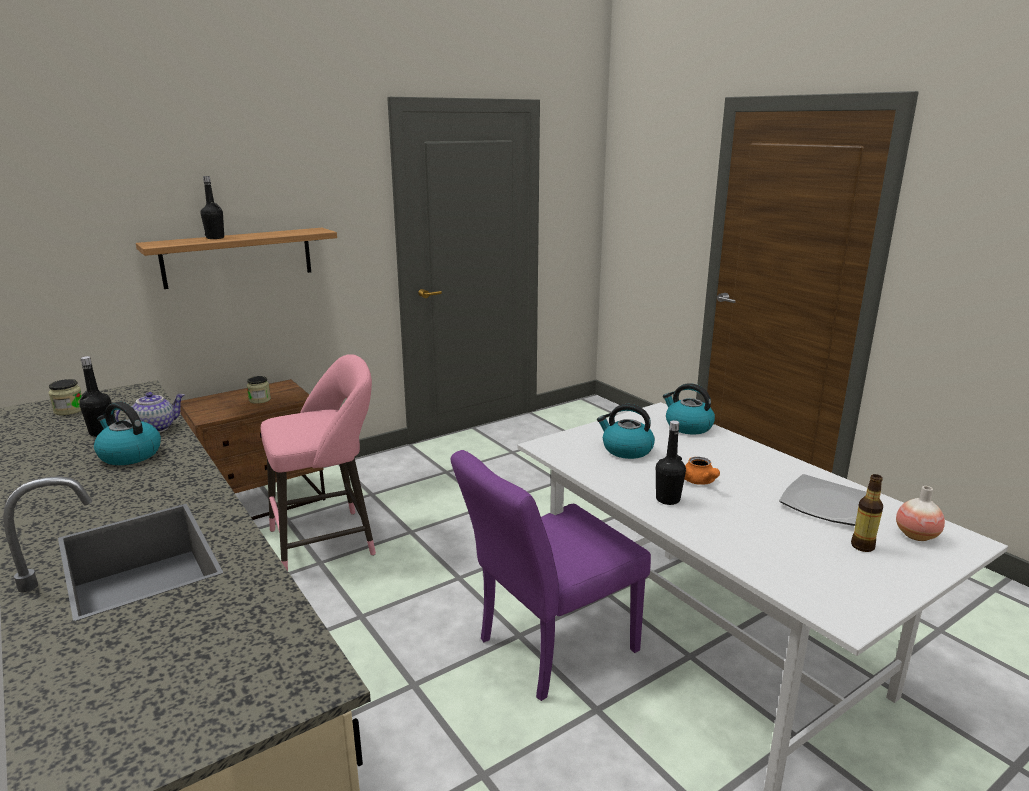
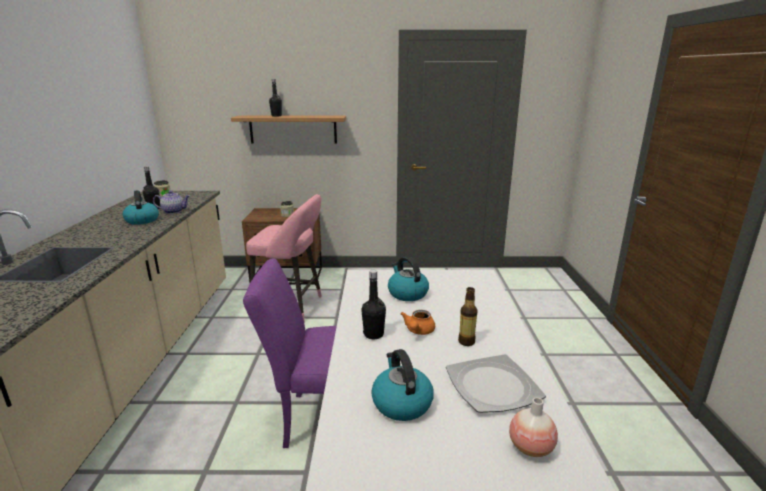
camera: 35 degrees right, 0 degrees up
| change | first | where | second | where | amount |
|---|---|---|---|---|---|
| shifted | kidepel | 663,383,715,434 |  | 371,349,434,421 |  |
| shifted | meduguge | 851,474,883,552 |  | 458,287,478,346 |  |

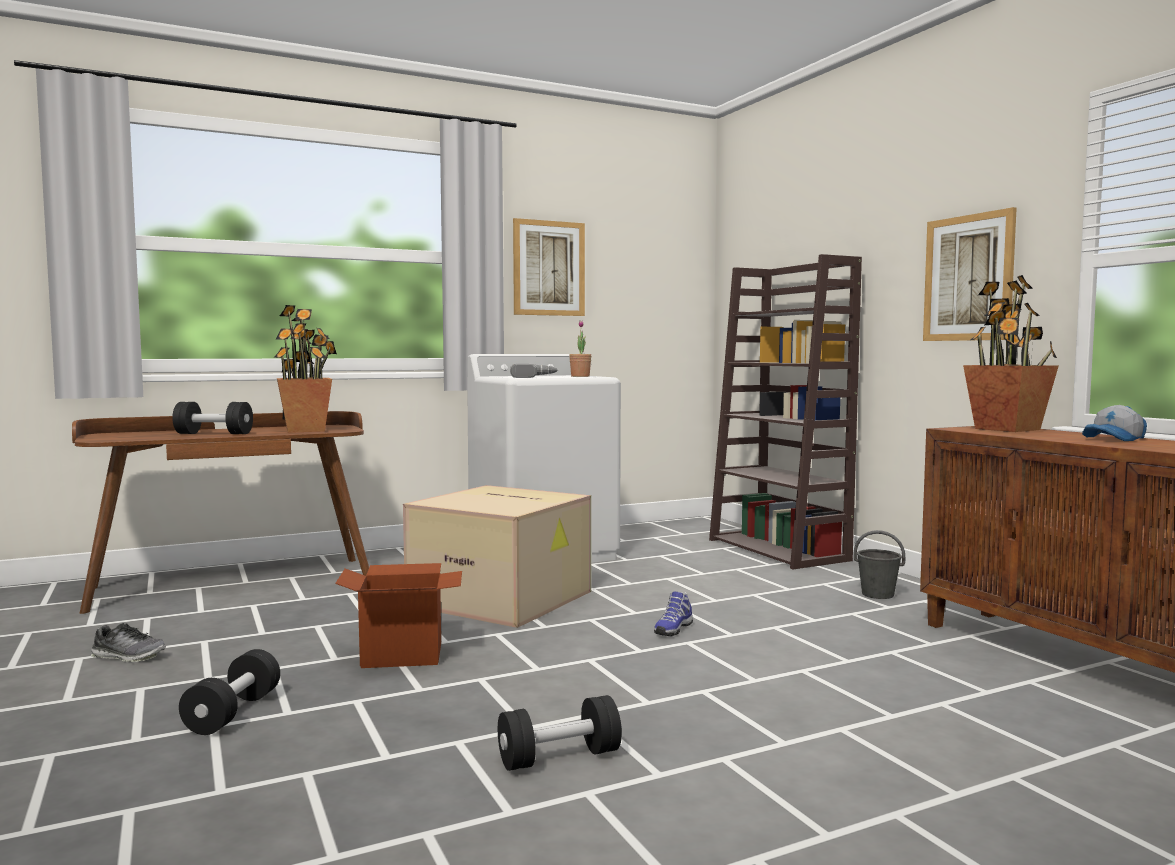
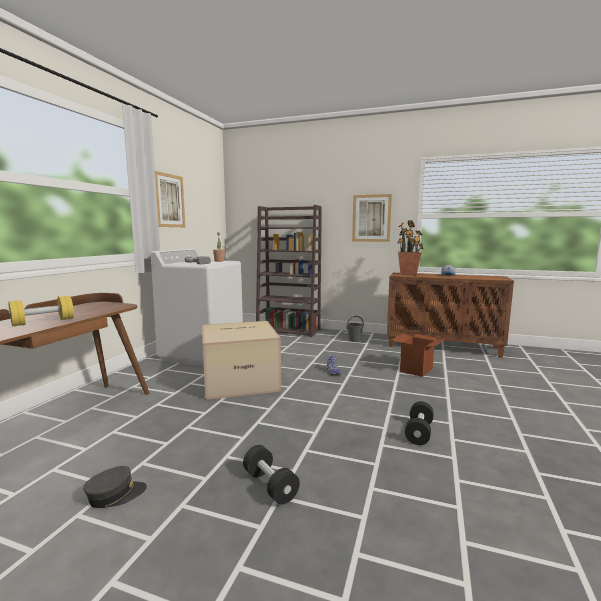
camera: 45 degrees left, 5 degrees up
| change | first | where | second | where | amount |
|---|---|---|---|---|---|
| gone | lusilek | 273,305,337,433 |  |  |  |
| shifted | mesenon | 335,563,462,668 |  | 391,334,445,377 |  |
| swapped | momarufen | 90,623,166,662 | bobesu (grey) | 83,466,147,508 |  |
| repainted | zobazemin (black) | 172,402,253,434 | zobazemin (yellow) | 8,296,74,326 |  |

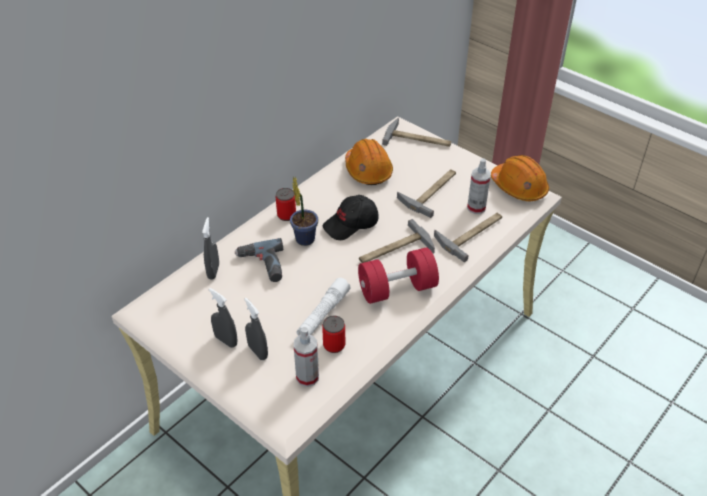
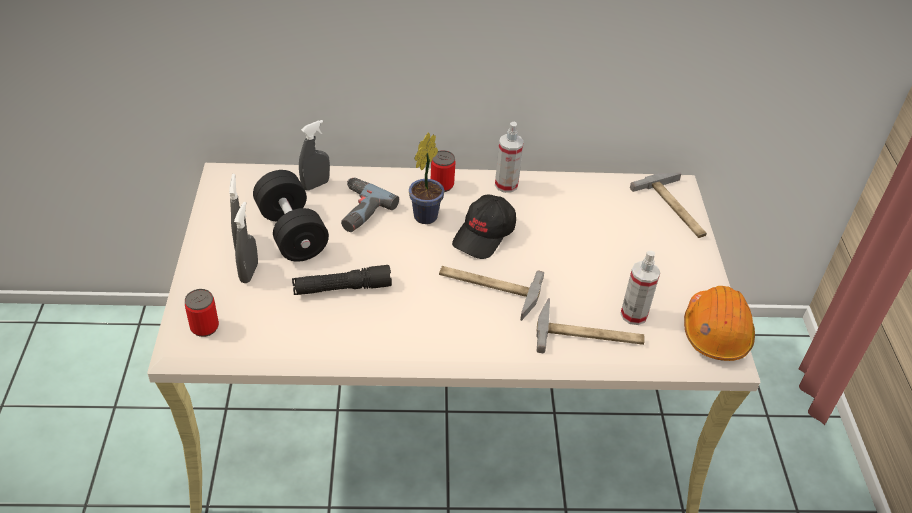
camera: 45 degrees right, 0 degrees up
| change | first | where | second | where | amount |
|---|---|---|---|---|---|
| gone | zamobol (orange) | 345,139,393,185 |  |  |  |
| gone | zobazemin (red) | 358,247,439,304 |  |  |  |
| gone | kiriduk | 397,169,456,218 |  |  |  |
| new |  |  | zobazemin (black) | 253,170,329,262 |  |
| shifted | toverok | 294,327,319,387 |  | 495,122,524,193 |  |
| shifted | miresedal | 322,316,345,353 |  | 185,289,219,337 |  |
| repainted | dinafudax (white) | 296,278,350,336 | dinafudax (black) | 292,265,392,295 |  |
| rotated | bobesu (black) | 323,195,378,240 |  | 452,194,516,259 | 75 degrees counterclockwise |

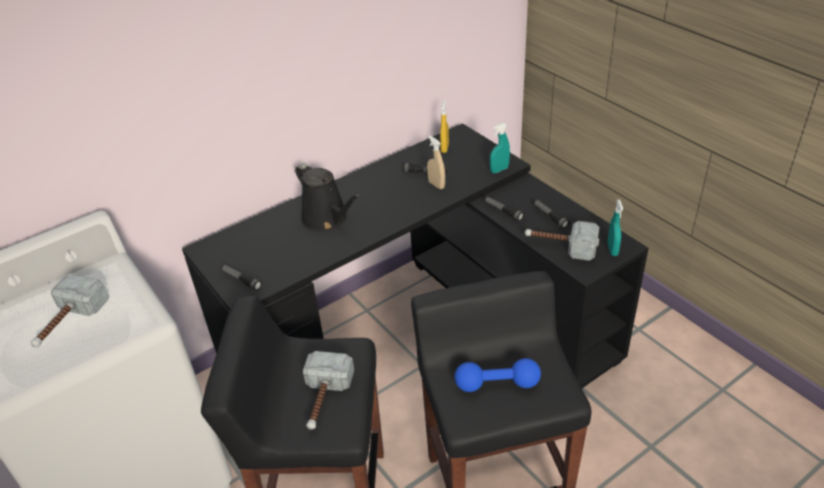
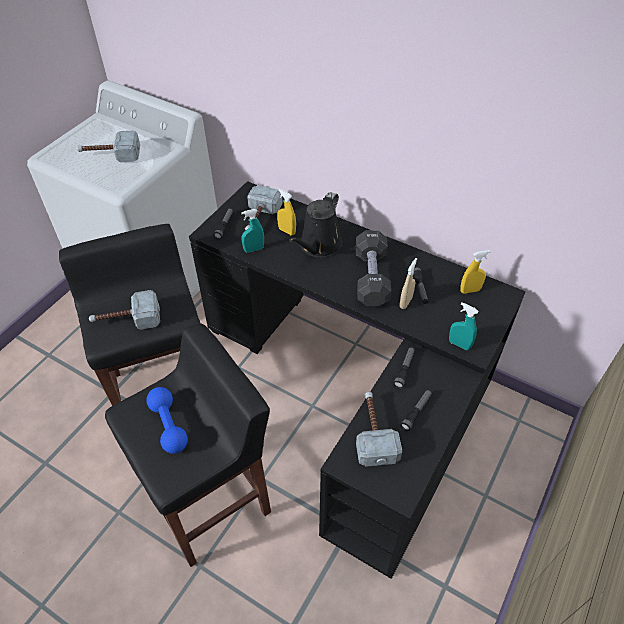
camera: 65 degrees right, 10 degrees up
| change | first | where | second | where | amount |
|---|---|---|---|---|---|
| new |  |  | kiriduk | 245,185,283,230 |  |
| new |  |  | toverok (yellow) | 277,189,296,235 |  |
| new |  |  | zobazemin (black) | 356,230,391,306 |  |
| shifted | toverok (turquoise) | 607,200,623,256 |  | 241,209,264,253 |  |

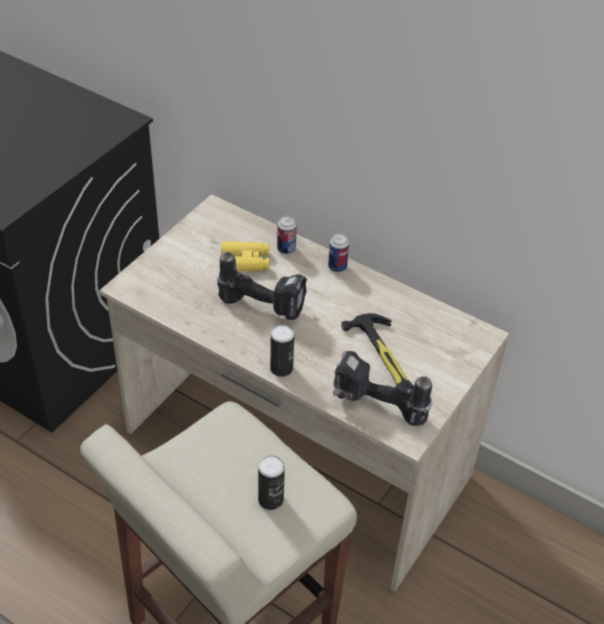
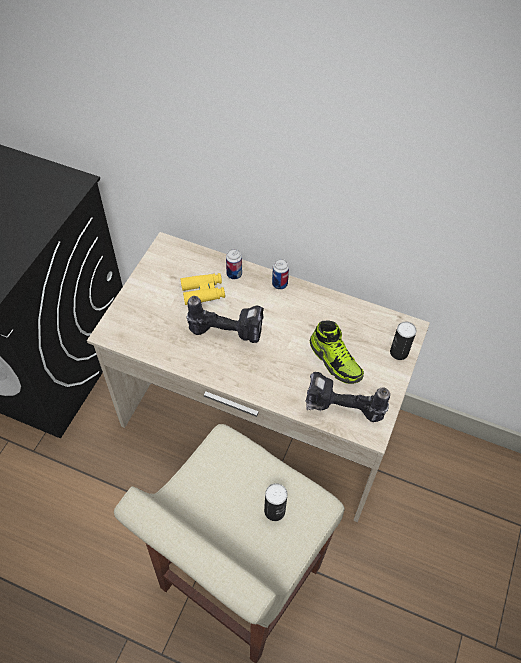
camera: 10 degrees left, 10 degrees up
| change | first | where | second | where | amount |
|---|---|---|---|---|---|
| shifted | miresedal | 270,325,295,377 |  | 390,321,417,360 |  |
| swapped | kiriduk | 341,313,414,389 | momarufen | 310,321,364,384 |  |

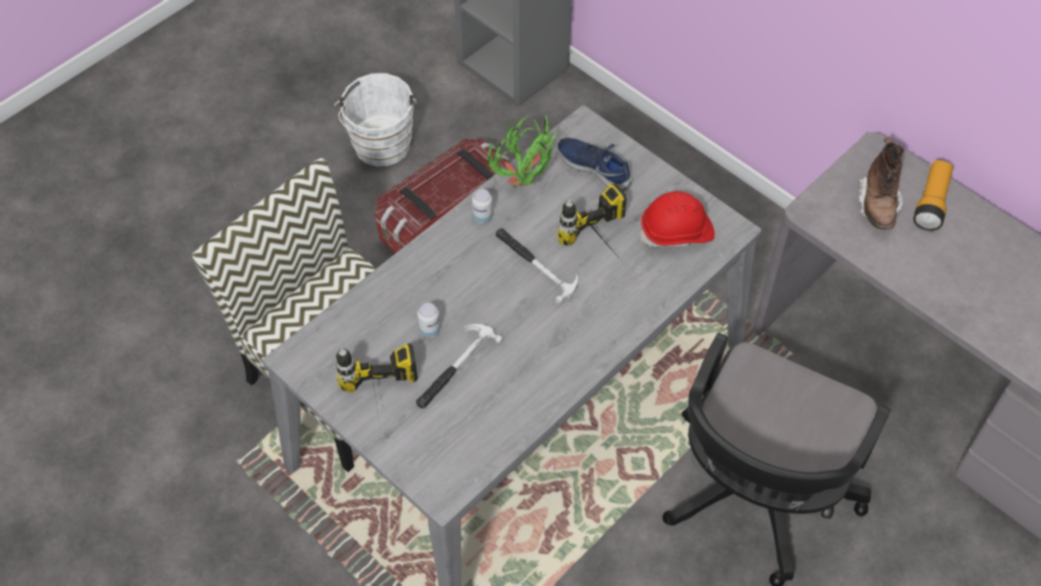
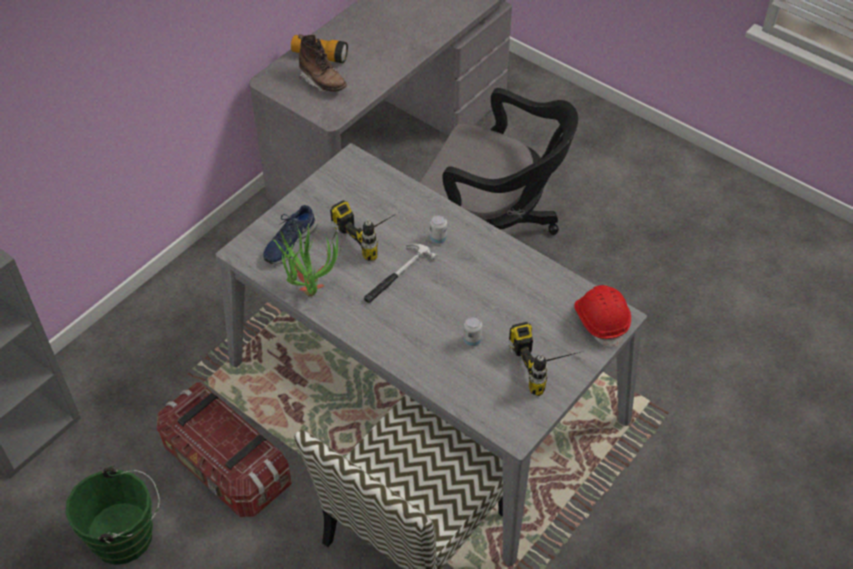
camera: 95 degrees left, 5 degrees down
| change | first | where | second | where | amount |
|---|---|---|---|---|---|
| gone | kiriduk | 416,324,504,409 |  |  |  |
| shifted | miresedal | 472,189,493,223 |  | 430,214,447,244 |  |
| shifted | zamobol (red) | 640,191,715,247 |  | 574,285,631,347 |  |
| repainted | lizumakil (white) | 334,73,416,166 | lizumakil (green) | 65,466,160,565 |  |
| rotated | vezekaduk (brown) | 858,137,904,230 |  | 298,34,347,92 | 45 degrees clockwise |

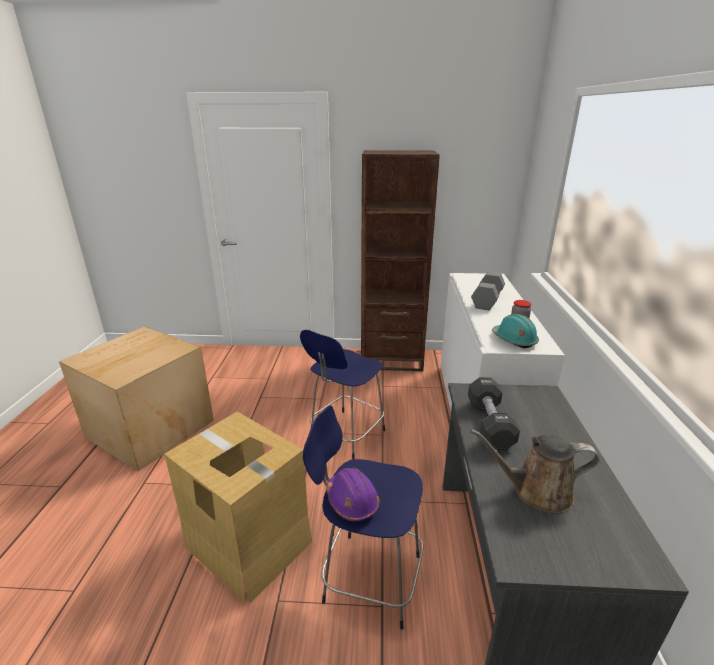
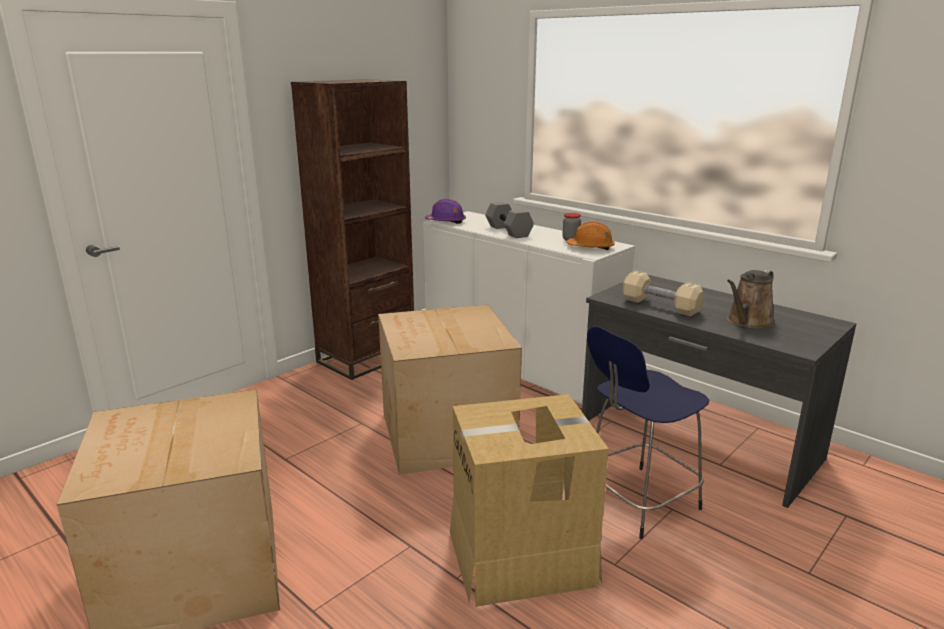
camera: 50 degrees left, 5 degrees down
| change | first | where | second | where | amount |
|---|---|---|---|---|---|
| shifted | zamobol (purple) | 326,468,379,521 |  | 425,199,466,224 |  |
| swapped | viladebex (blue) | 300,330,385,460 | mesenon | 378,304,522,475 |  |
| repainted | zobazemin (black) | 468,378,520,450 | zobazemin (beige) | 623,271,705,316 |  |
| repainted | zamobol (turquoise) | 492,314,539,348 | zamobol (orange) | 566,221,615,250 |  |

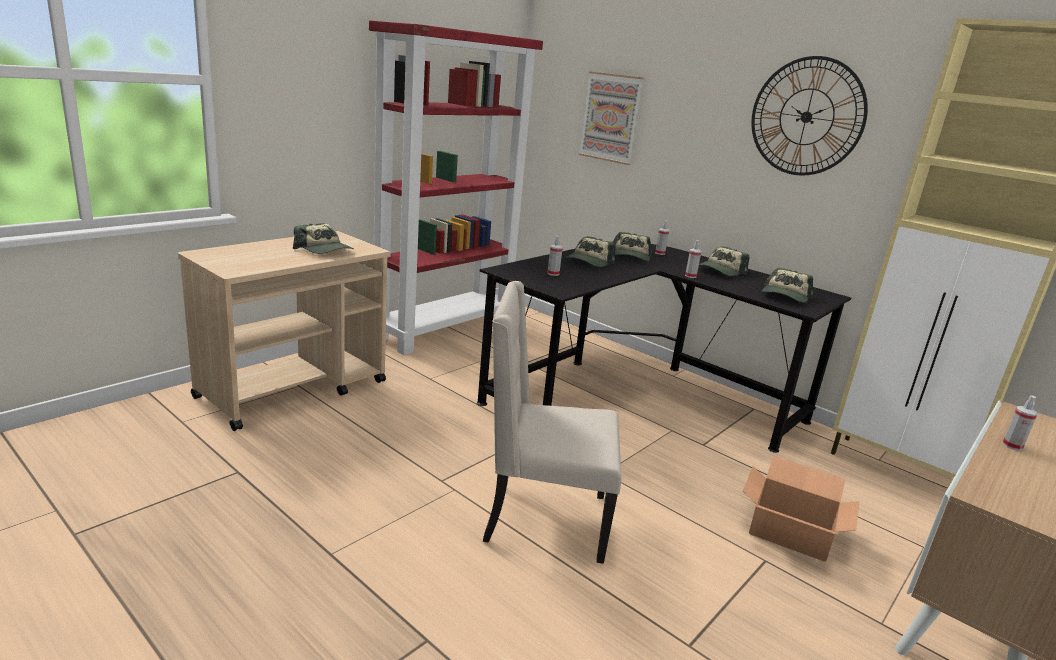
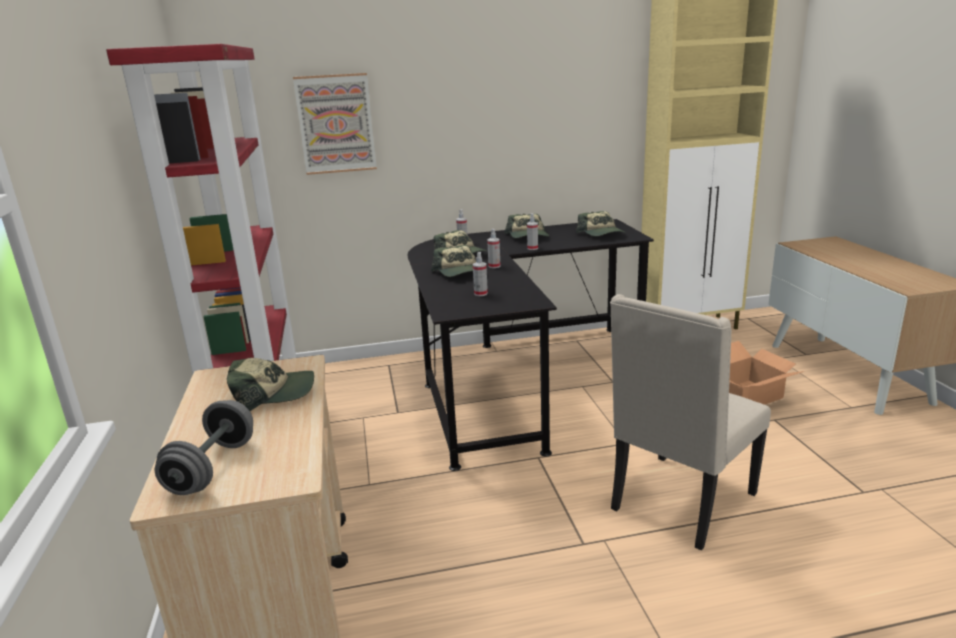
camera: 50 degrees left, 0 degrees up
| change | first | where | second | where | amount |
|---|---|---|---|---|---|
| gone | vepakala | 751,56,868,175 |  |  |  |
| new |  |  | zobazemin (grey) | 155,400,253,495 |  |
| shifted | toverok | 1002,396,1038,451 |  | 487,229,500,268 |  |

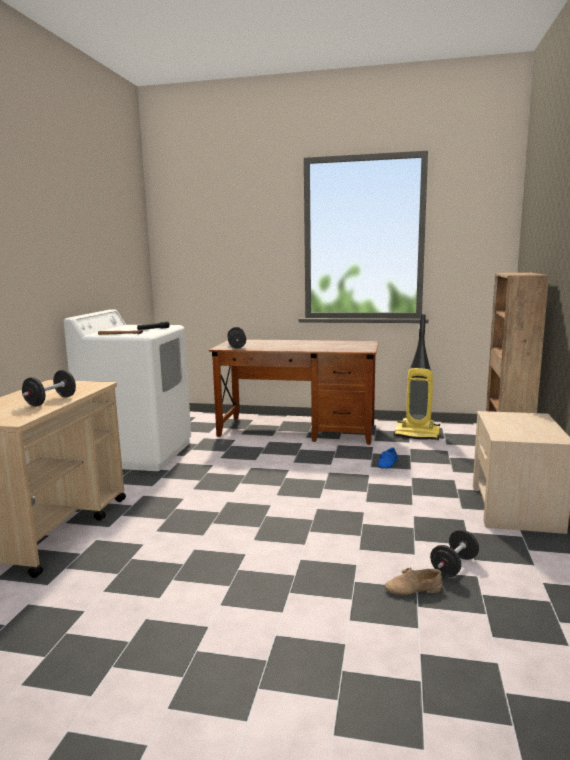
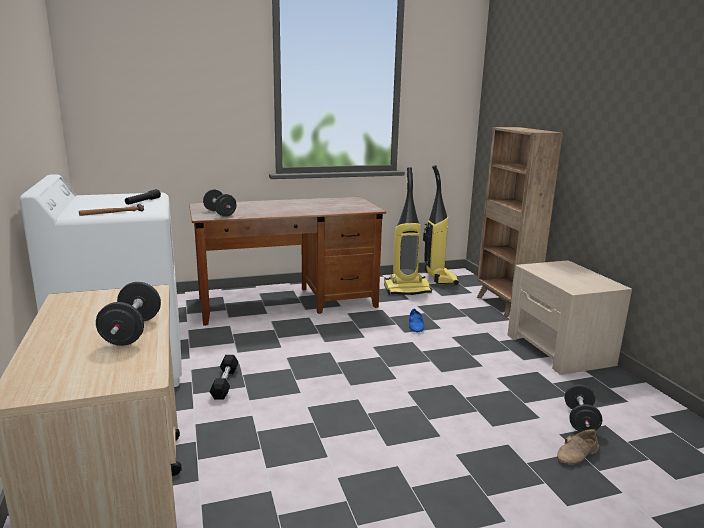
camera: 30 degrees left, 5 degrees up
| change | first | where | second | where | amount |
|---|---|---|---|---|---|
| new |  |  | zobazemin (black) | 209,355,239,400 |  |
| new |  |  | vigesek | 423,165,459,285 |  |

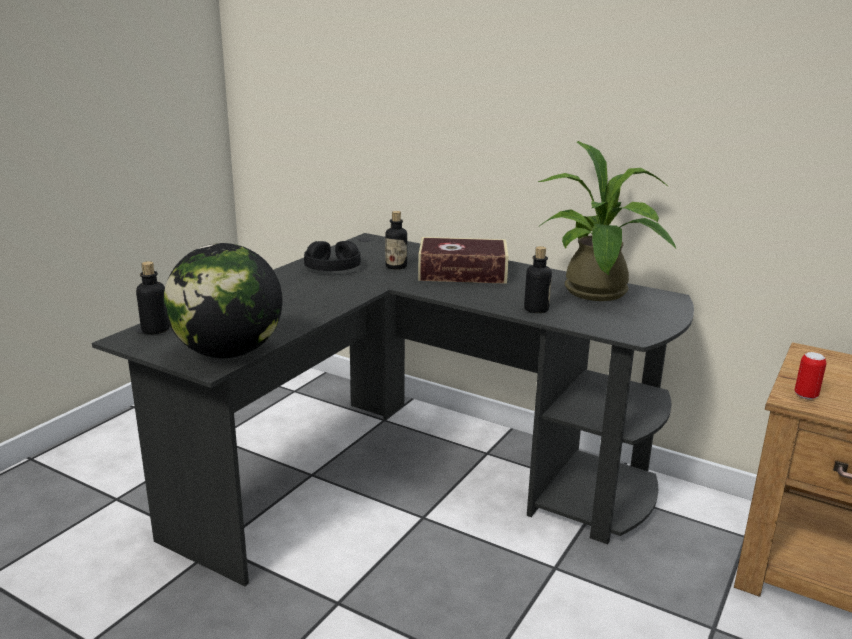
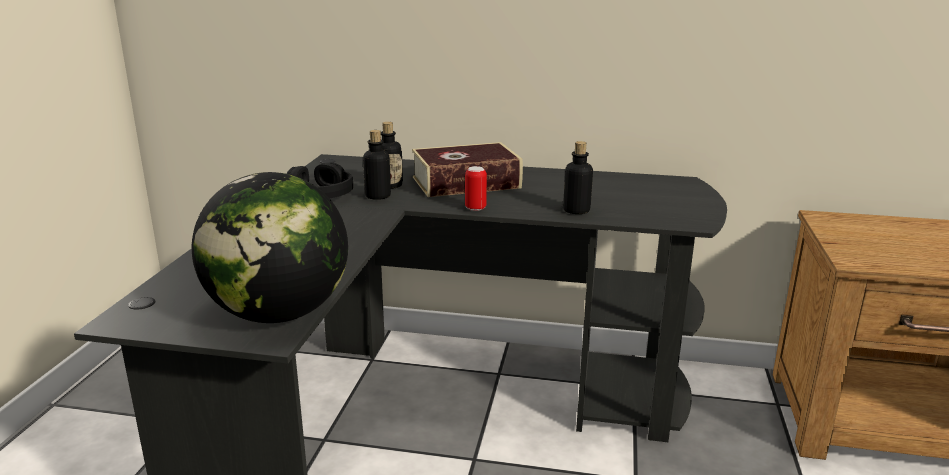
camera: 20 degrees left, 0 degrees up
| change | first | where | second | where | amount |
|---|---|---|---|---|---|
| gone | lusilek | 538,141,676,301 |  |  |  |
| shifted | meduguge | 136,261,169,334 |  | 363,130,391,200 |  |
| shifted | miresedal | 795,352,826,399 |  | 465,166,487,211 |  |

